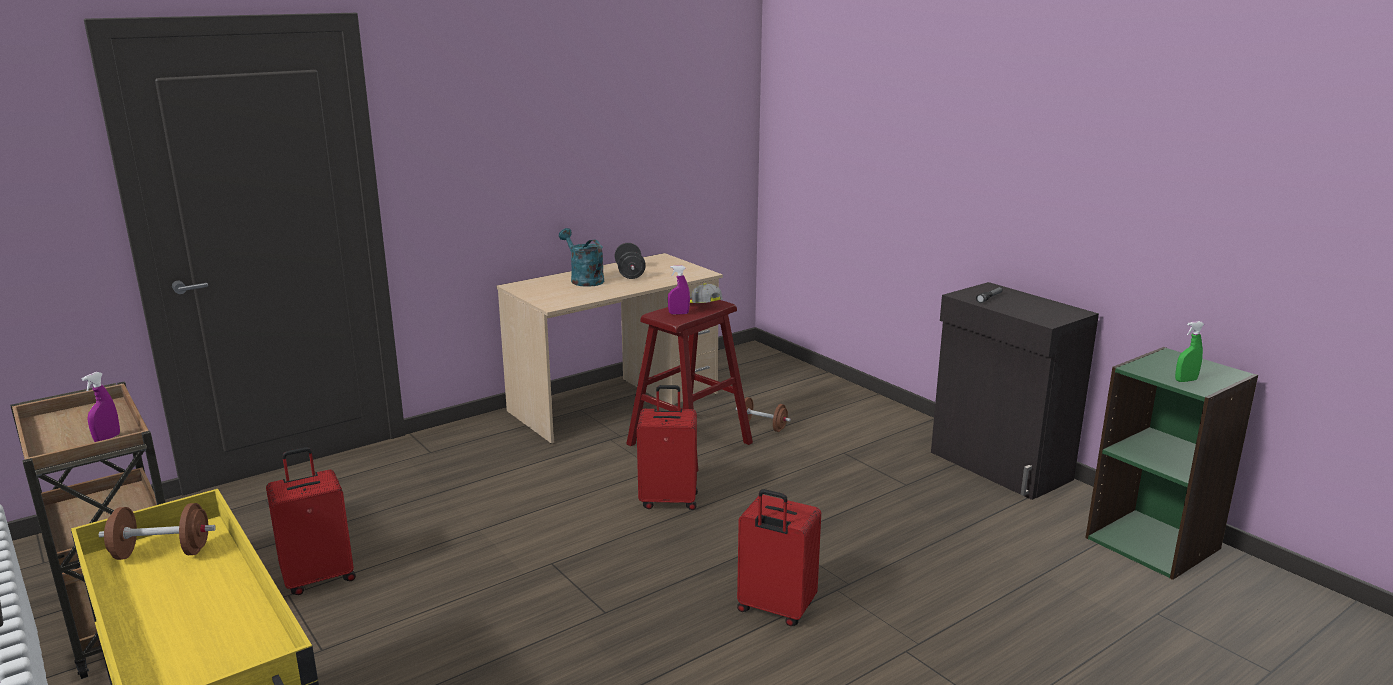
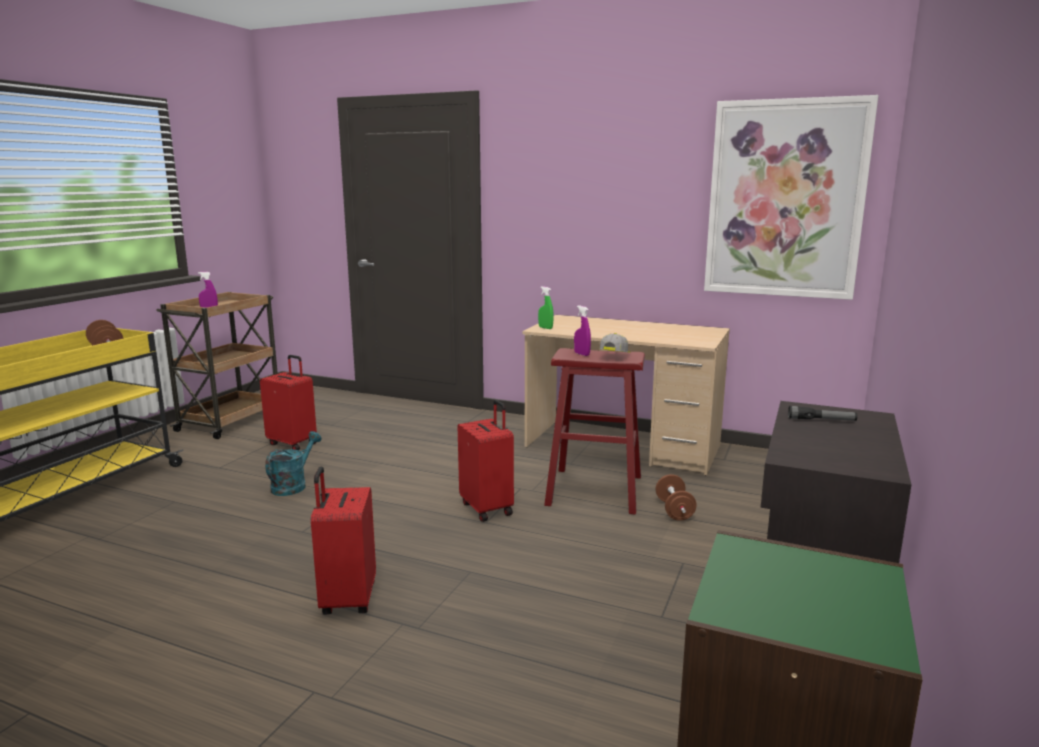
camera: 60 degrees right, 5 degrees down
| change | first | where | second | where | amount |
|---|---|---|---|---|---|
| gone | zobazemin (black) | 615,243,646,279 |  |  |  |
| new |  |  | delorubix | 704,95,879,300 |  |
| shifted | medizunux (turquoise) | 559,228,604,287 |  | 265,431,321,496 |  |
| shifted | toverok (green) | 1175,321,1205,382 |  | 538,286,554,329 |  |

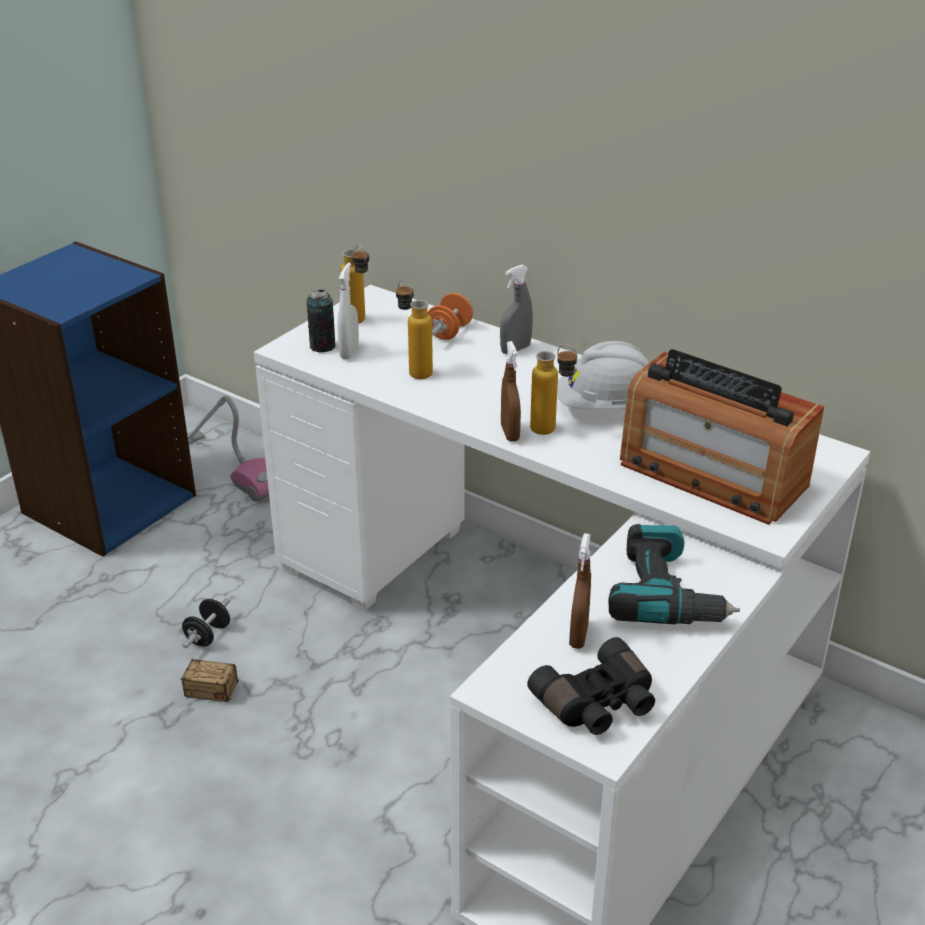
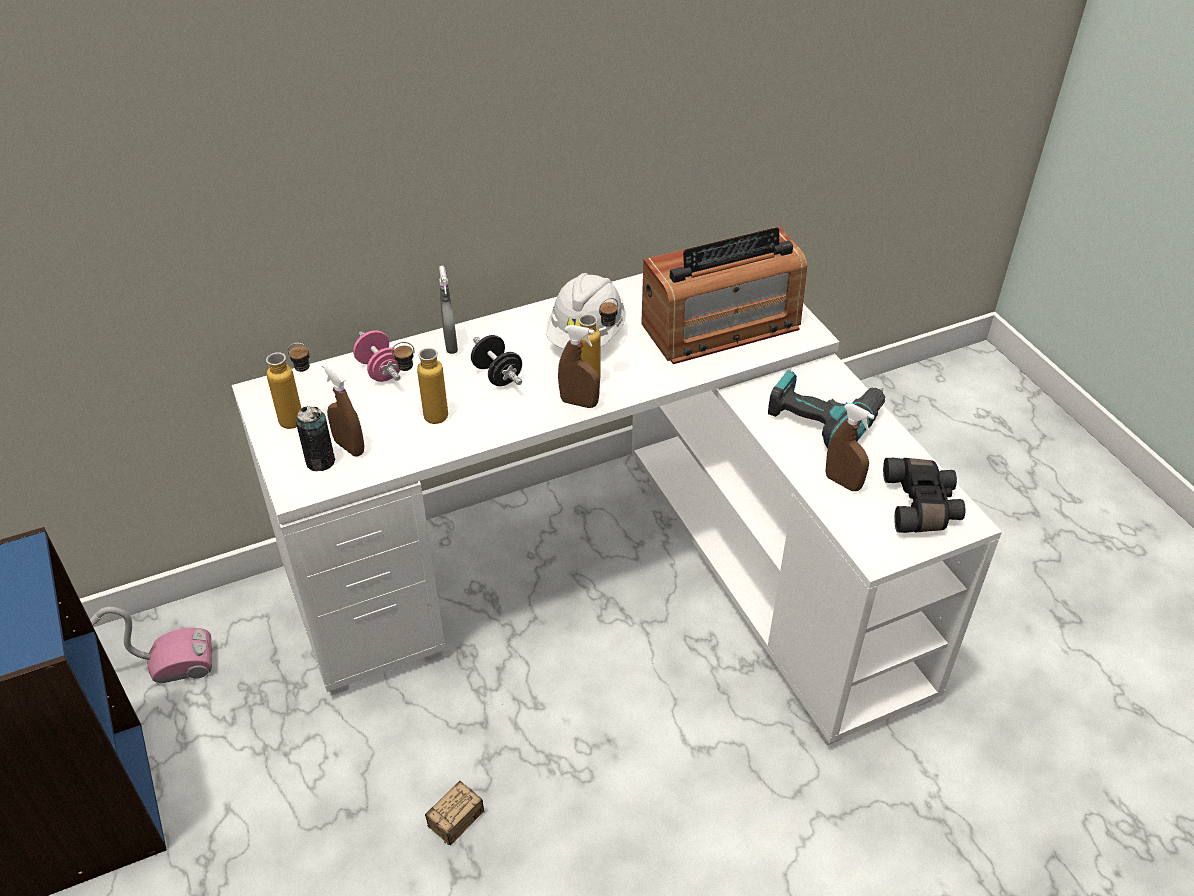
camera: 60 degrees left, 10 degrees up
| change | first | where | second | where | amount |
|---|---|---|---|---|---|
| shifted | zobazemin (black) | 182,598,230,649 |  | 471,335,522,386 |  |
| repainted | toverok (white) | 338,263,359,359 | toverok (brown) | 322,363,364,457 |  |
| repainted | zobazemin (orange) | 427,293,473,340 | zobazemin (pink) | 353,330,401,382 |  |

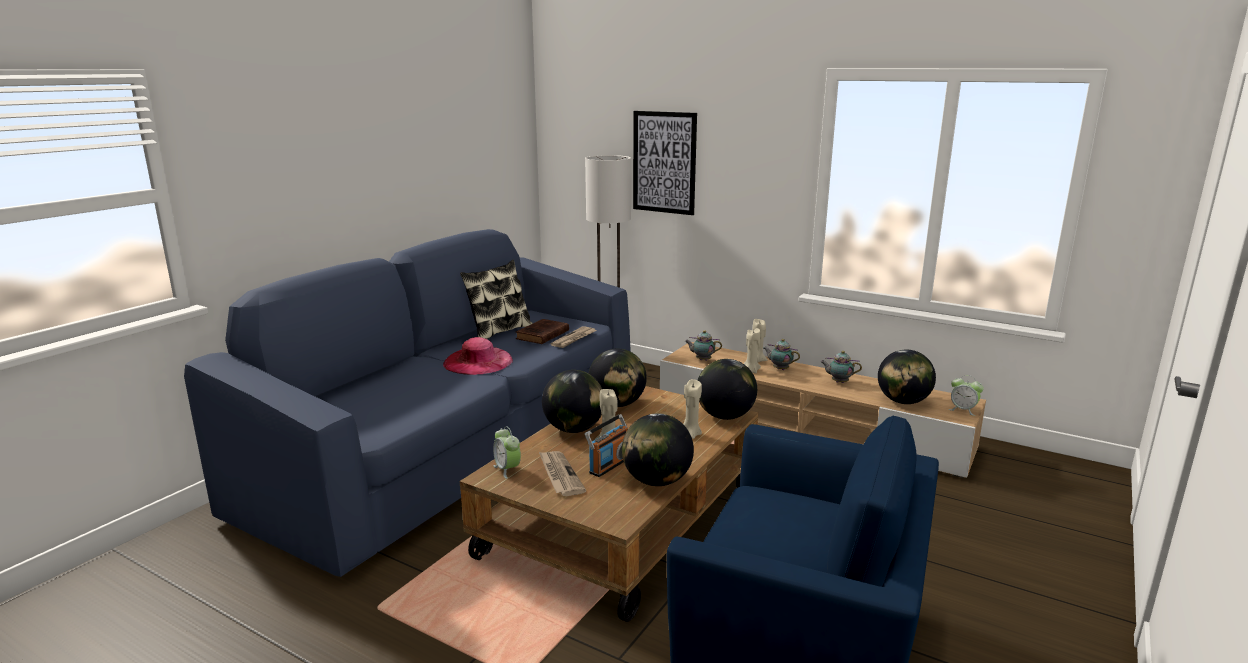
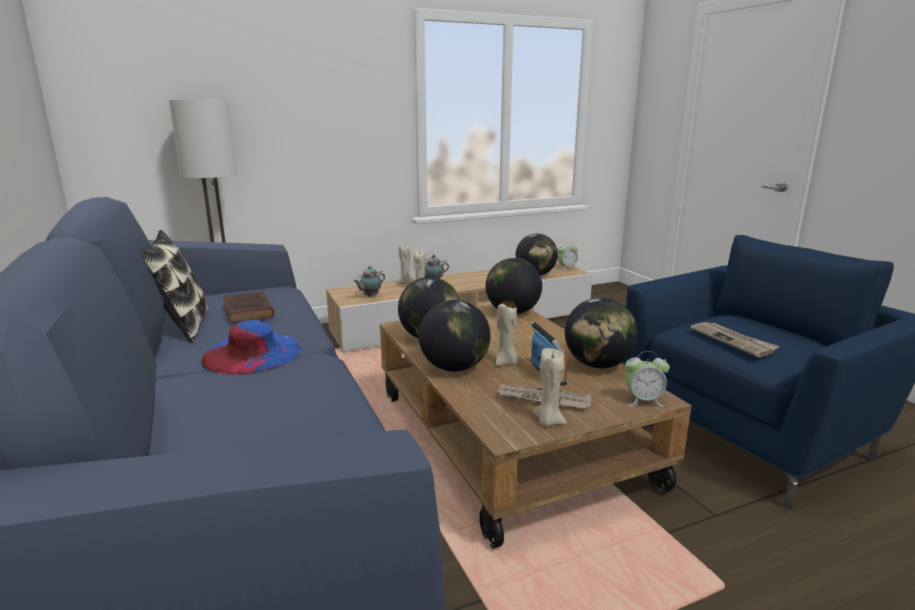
camera: 55 degrees left, 0 degrees up
| change | first | where | second | where | amount |
|---|---|---|---|---|---|
| gone | delorubix | 633,111,697,215 |  |  |  |
| gone | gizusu | 820,351,862,383 |  |  |  |
| shifted | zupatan | 493,426,521,479 |  | 625,351,670,407 |  |
| shifted | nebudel | 551,326,597,348 |  | 691,322,780,357 |  |
| shifted | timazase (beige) | 683,379,702,439 |  | 533,348,567,427 |  |
| repainted | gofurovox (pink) | 443,337,513,375 | gofurovox (blue) | 201,320,300,375 |  |

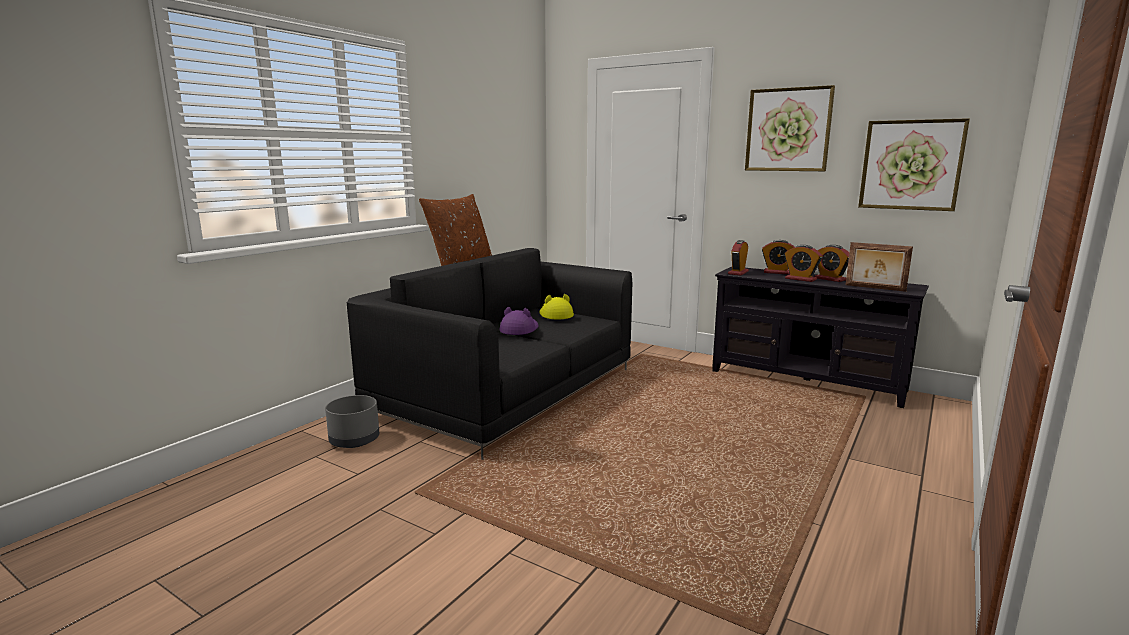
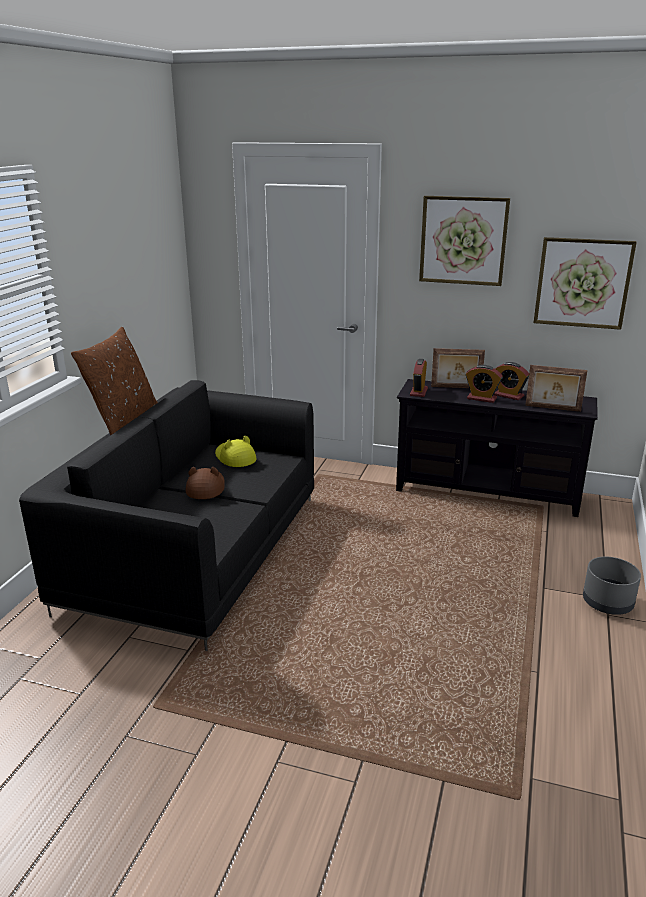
camera: 15 degrees left, 10 degrees up
| change | first | where | second | where | amount |
|---|---|---|---|---|---|
| shifted | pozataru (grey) | 325,395,379,448 |  | 583,557,641,615 |  |
| swapped | zupatan | 762,240,795,275 | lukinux | 431,348,485,388 |  |
| repainted | gofurovox (purple) | 500,307,539,335 | gofurovox (brown) | 186,467,225,499 |  |

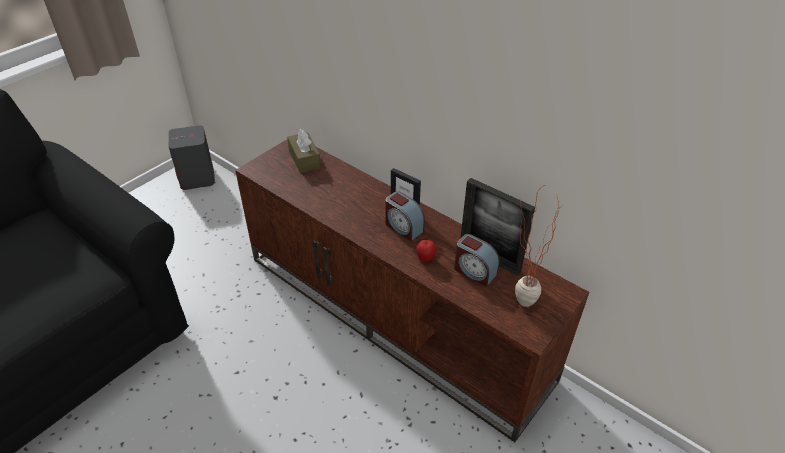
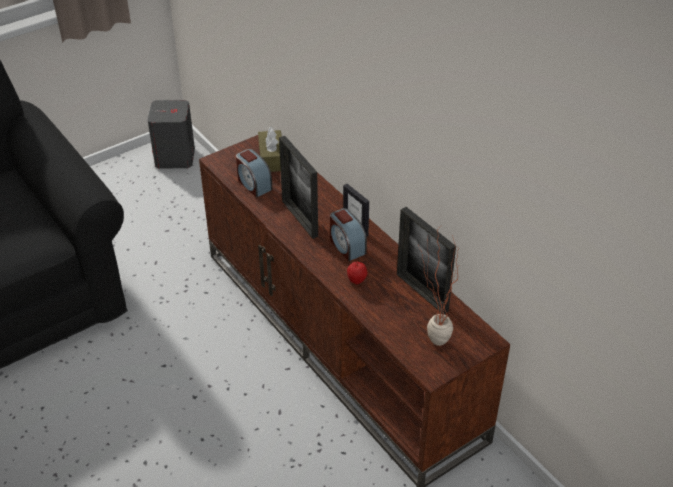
camera: 15 degrees right, 0 degrees up
| change | first | where | second | where | amount |
|---|---|---|---|---|---|
| new |  |  | lukinux | 279,136,318,239 |  |
| shifted | zupatan | 454,234,500,287 |  | 236,149,273,197 |  |

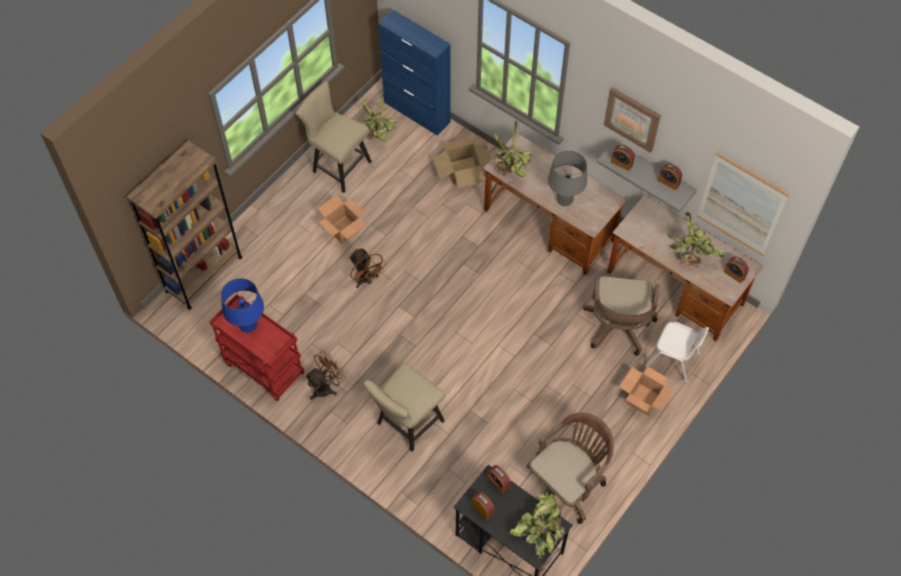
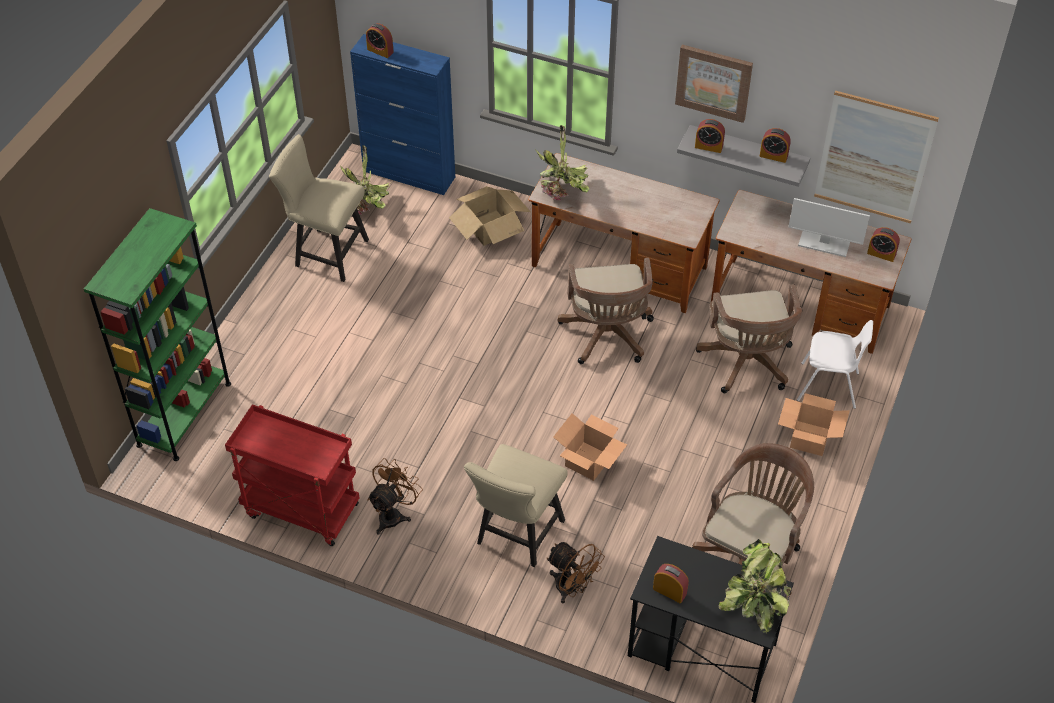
camera: 15 degrees left, 10 degrees down
| change | first | where | second | where | amount |
|---|---|---|---|---|---|
| gone | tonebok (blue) | 221,278,264,333 |  |  |  |
| gone | tonebok (grey) | 548,151,587,206 |  |  |  |
| new |  |  | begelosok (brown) | 557,258,654,364 |  |
| shifted | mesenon | 318,195,366,244 |  | 553,413,627,481 |  |
| shifted | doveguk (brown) | 349,249,386,288 |  | 547,542,605,603 |  |
| shifted | zupatan | 487,465,510,493 |  | 366,23,394,58 |  |
| swapped | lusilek | 668,212,724,268 | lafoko | 788,198,870,257 |  |
| repainted | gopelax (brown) | 126,140,242,310 | gopelax (green) | 84,208,231,461 |  |

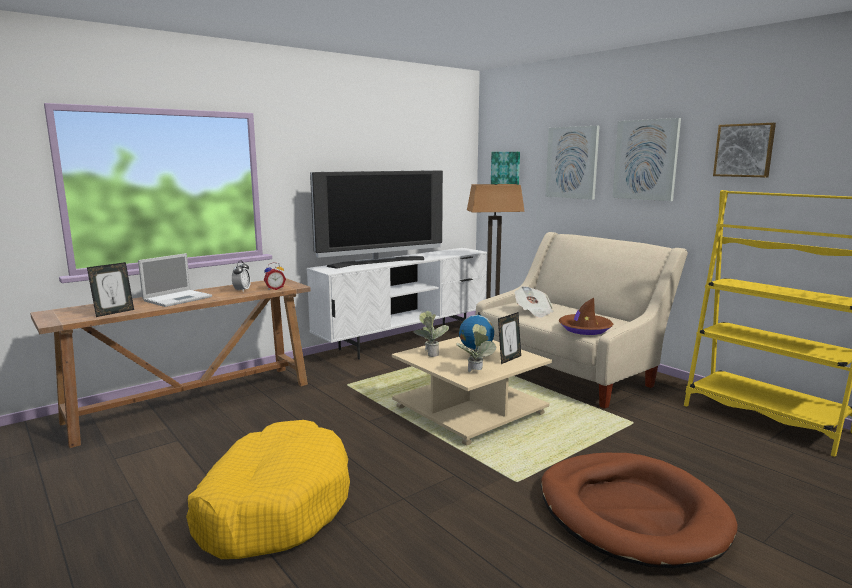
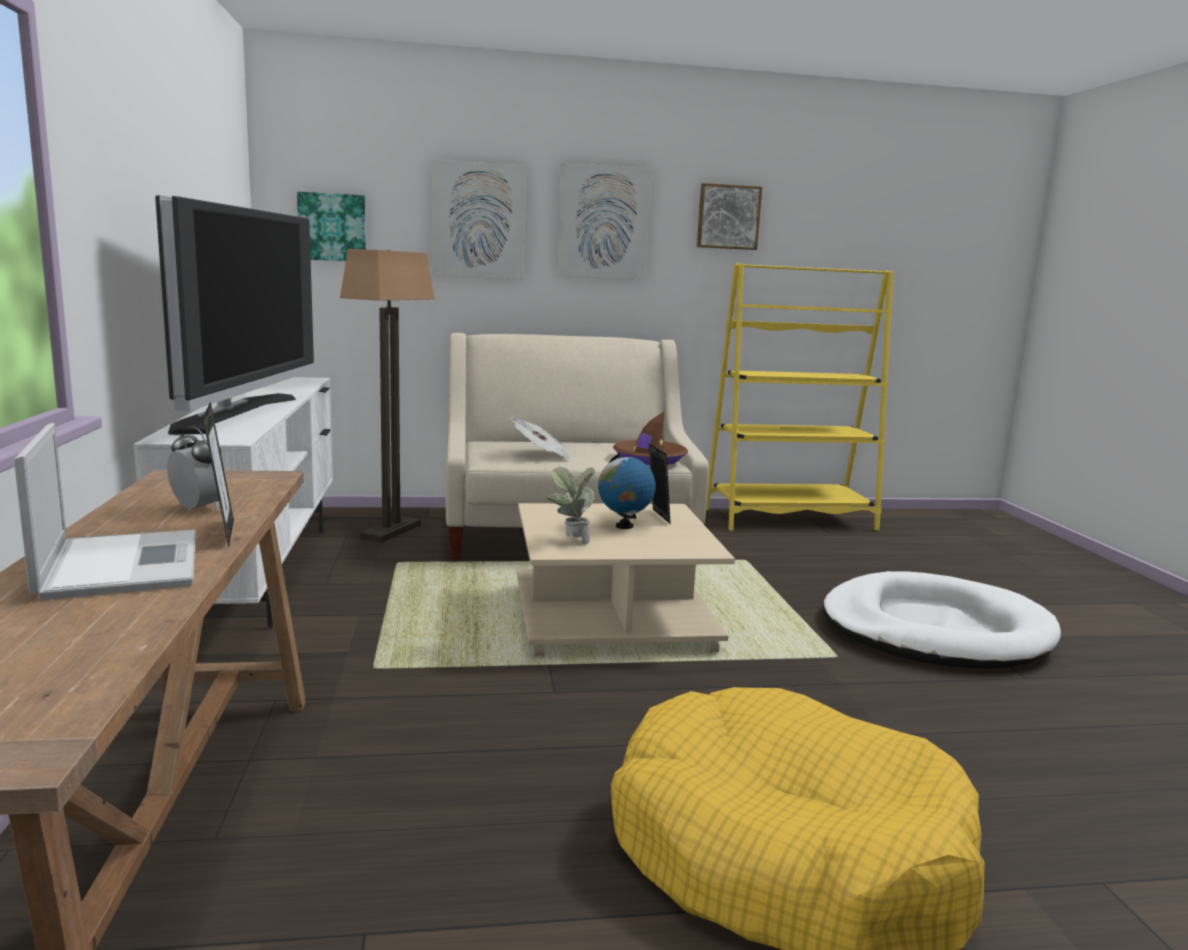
camera: 60 degrees left, 0 degrees up
| change | first | where | second | where | amount |
|---|---|---|---|---|---|
| gone | zupatan | 264,262,286,290 |  |  |  |
| gone | lusilek | 457,324,496,372 |  |  |  |
| shifted | lukinux | 87,262,134,317 |  | 203,402,234,547 |  |
| repainted | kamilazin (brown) | 541,453,738,568 | kamilazin (white) | 823,571,1061,669 |  |

